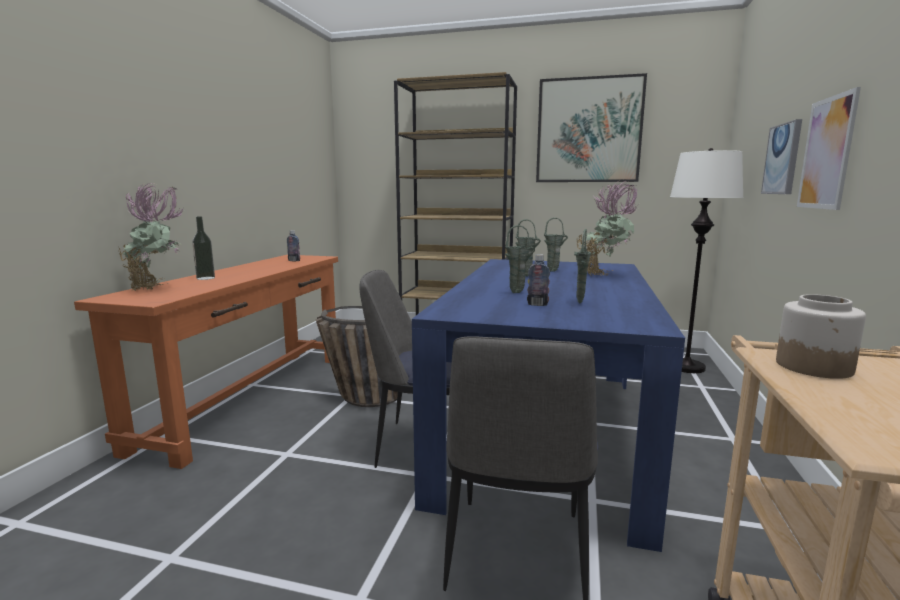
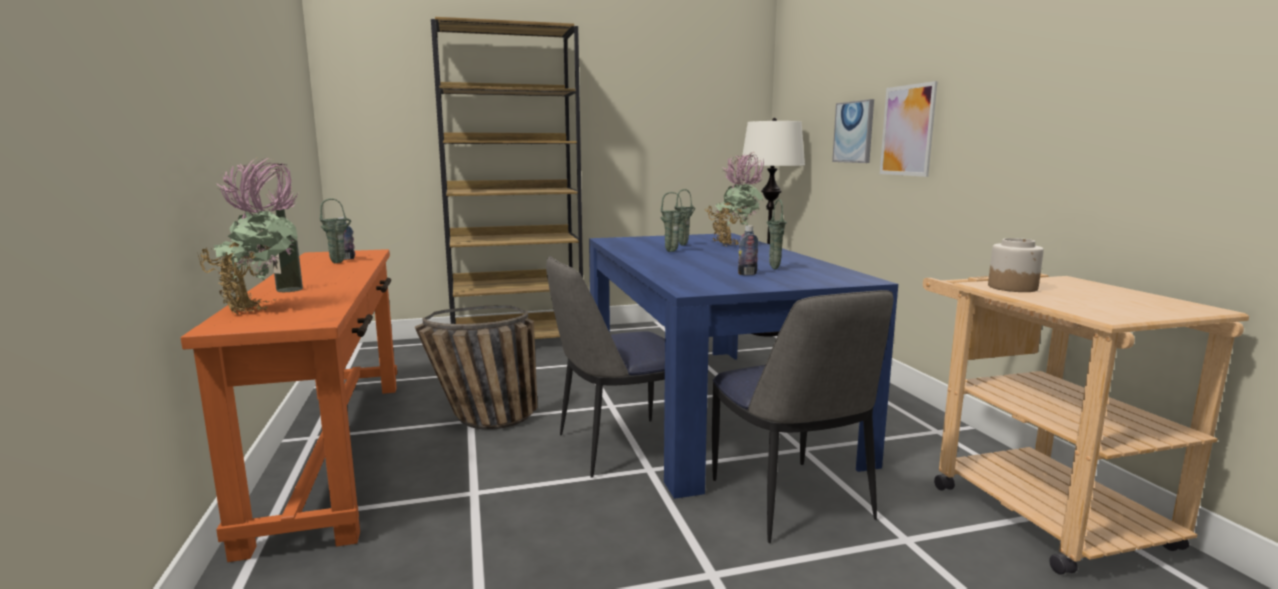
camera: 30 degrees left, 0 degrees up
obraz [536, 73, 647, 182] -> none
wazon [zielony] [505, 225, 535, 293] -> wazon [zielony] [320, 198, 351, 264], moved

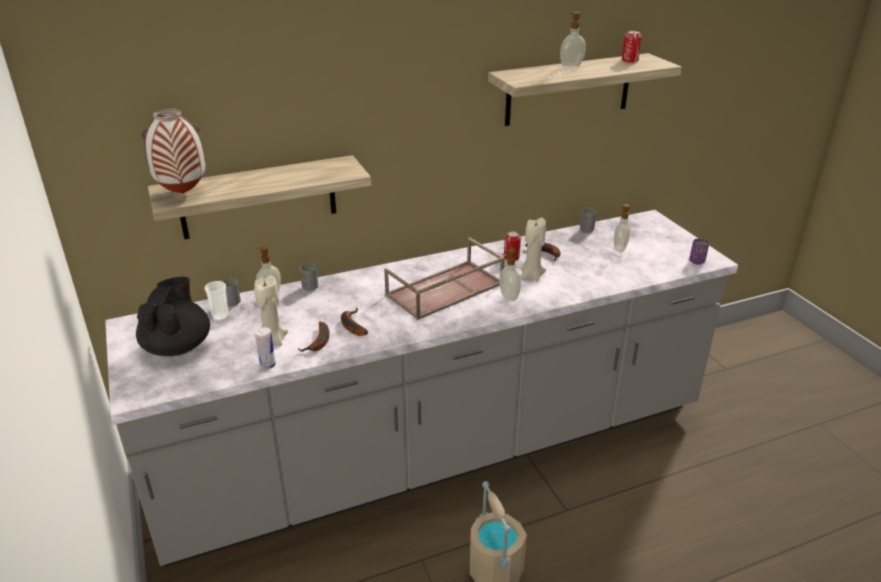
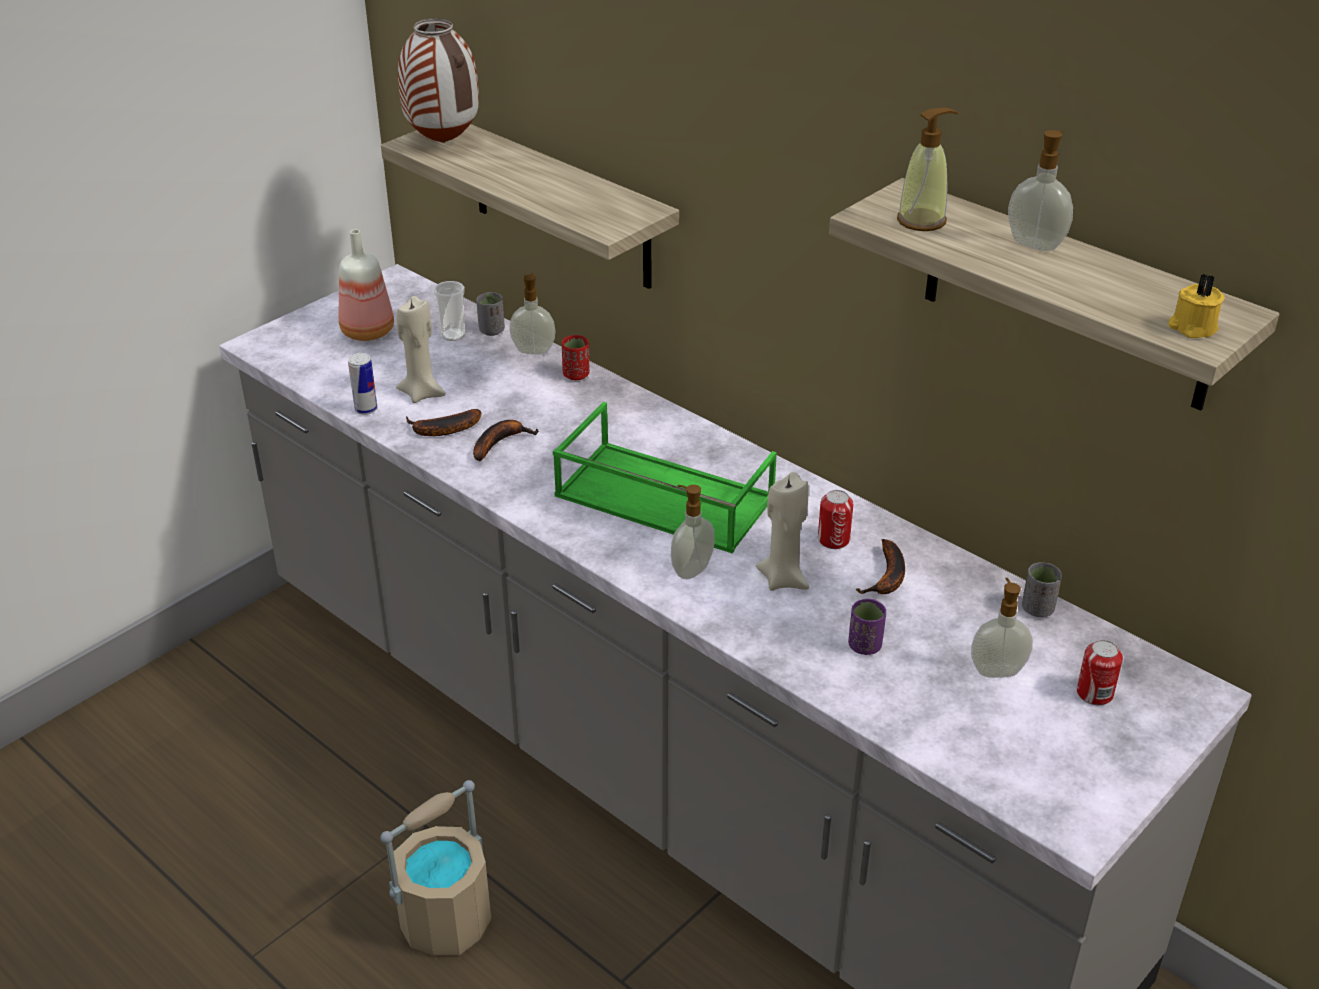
camera: 65 degrees right, 5 degrees up
puszka [622, 31, 642, 63] -> puszka [1077, 640, 1123, 705], moved
taca [brązowy] [384, 237, 505, 320] -> taca [zielony] [553, 402, 777, 553]
filiżanka [fioletowy] [689, 238, 709, 265] -> filiżanka [fioletowy] [848, 599, 886, 655], moved
filiżanka [szary] [300, 263, 318, 291] -> filiżanka [czerwony] [562, 335, 589, 380]
imbryk [czarny] [136, 277, 210, 357] -> butelka [339, 229, 394, 341]
none -> dozownik mydła [897, 108, 958, 231]
none -> świeca [żółty] [1168, 273, 1225, 338]

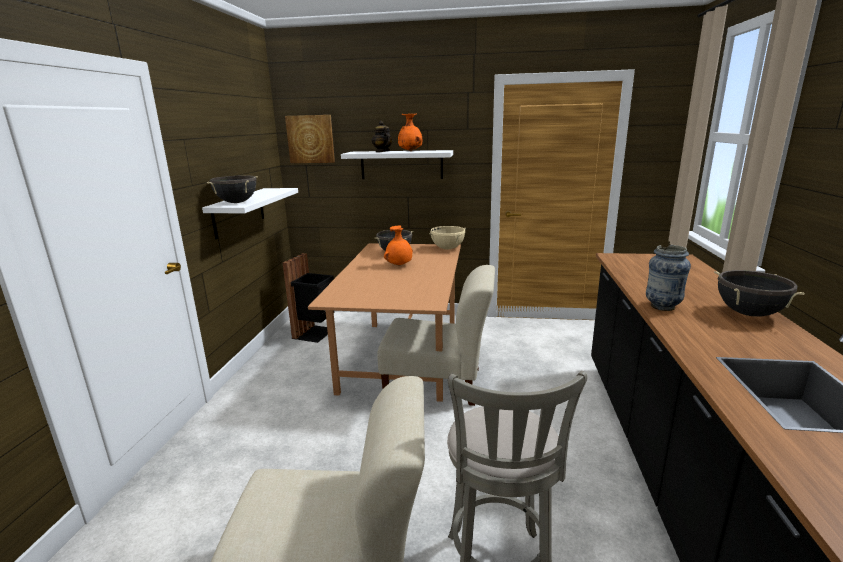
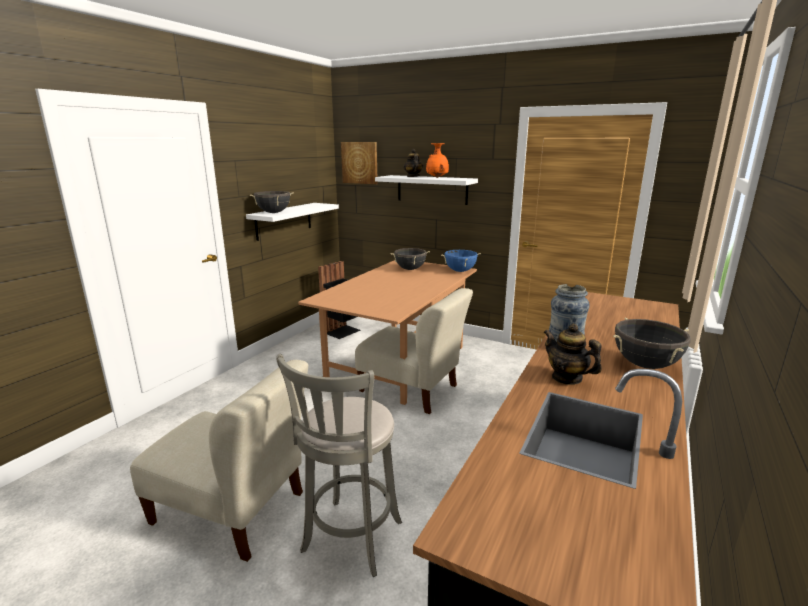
camera: 20 degrees right, 0 degrees up
wazon [pomarańczowy] [384, 226, 413, 266] -> none
garnek [beżowy] [429, 226, 466, 249] -> garnek [niebieski] [441, 249, 481, 272]
none -> imbryk [543, 324, 602, 385]

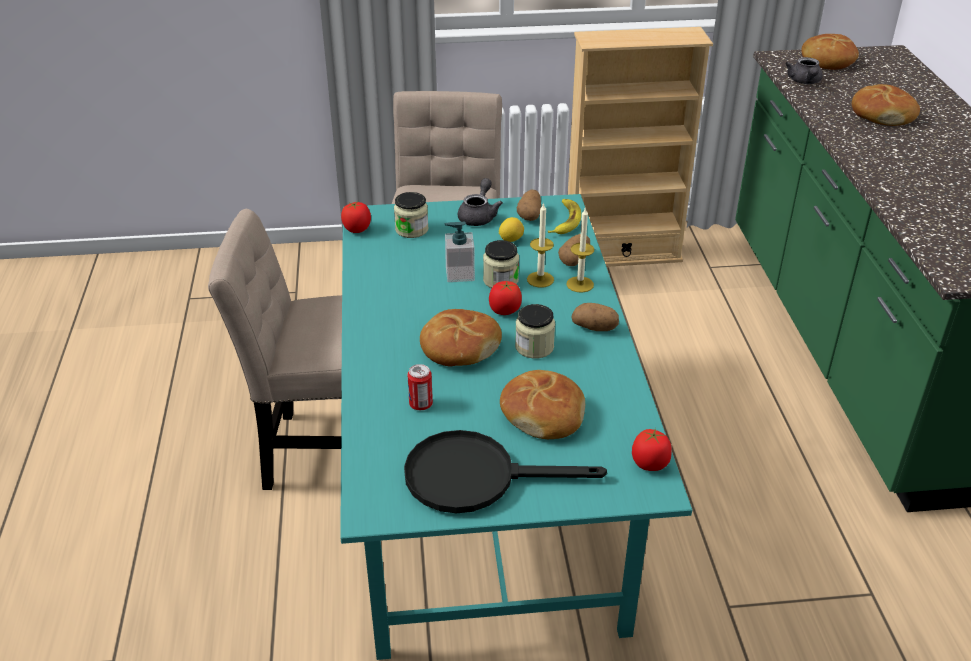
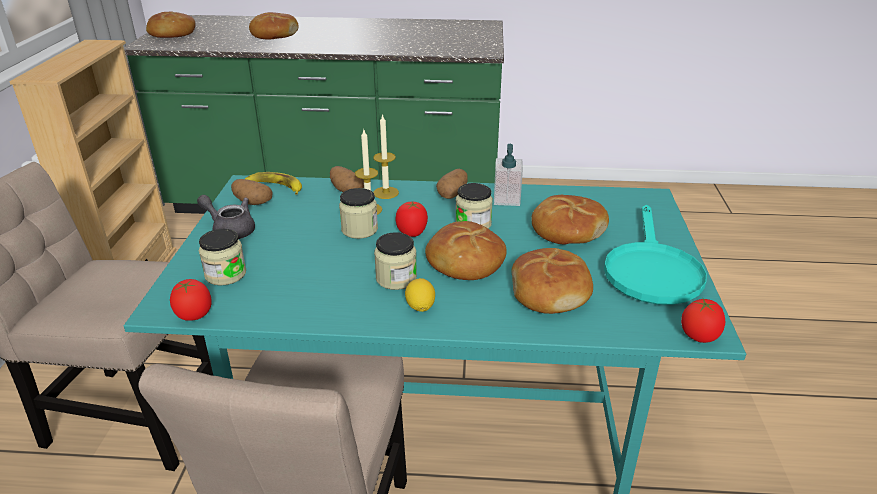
camera: 80 degrees left, 5 degrees down
imbryk [szary] [785, 57, 822, 84] -> none
cytryna [499, 217, 524, 242] -> cytryna [405, 278, 435, 312], moved
dozownik mydła [445, 221, 475, 282] -> dozownik mydła [494, 144, 523, 206], moved
puszka [407, 364, 433, 410] -> chleb [511, 248, 593, 314]
pomidor [632, 428, 672, 471] -> pomidor [681, 299, 725, 343], moved
patelnia [czarny] [404, 430, 607, 514] -> patelnia [turkusowy] [604, 205, 707, 305]
none -> słoik [374, 232, 417, 290]

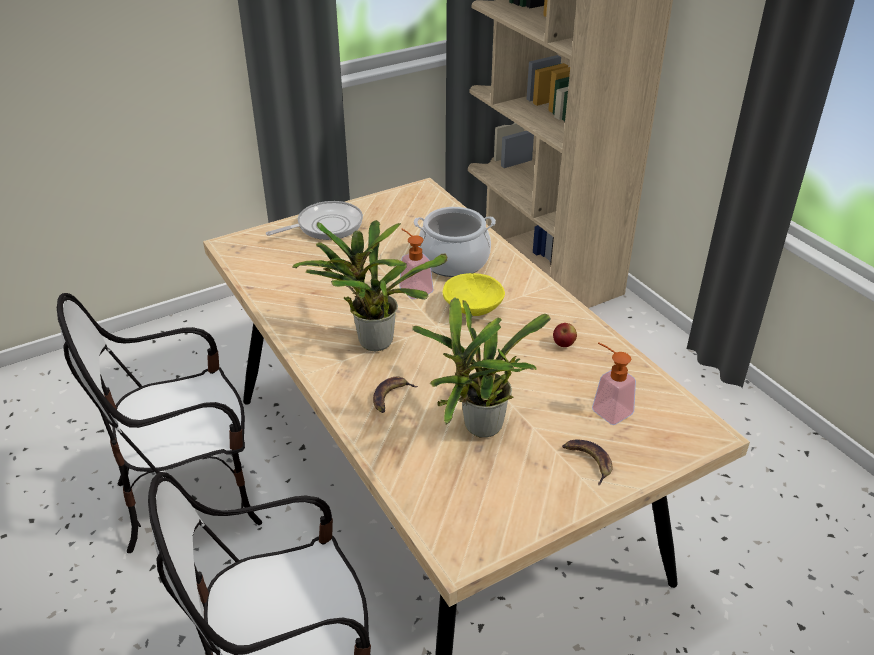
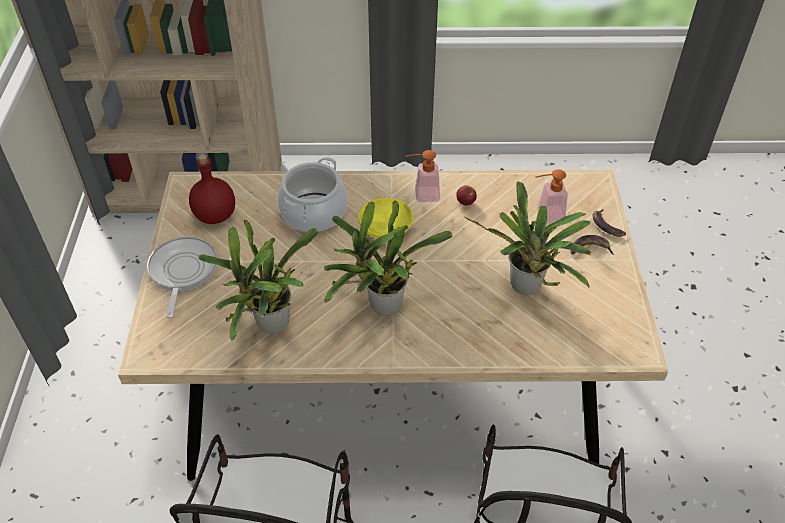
camera: 60 degrees left, 10 degrees up
dozownik mydła [399, 229, 433, 299] -> dozownik mydła [406, 150, 440, 202], moved
banan [373, 377, 418, 413] -> banan [593, 208, 626, 237], moved
none -> butelka [czerwony] [189, 154, 235, 224]
none -> roślina doniczkowa [198, 220, 318, 340]

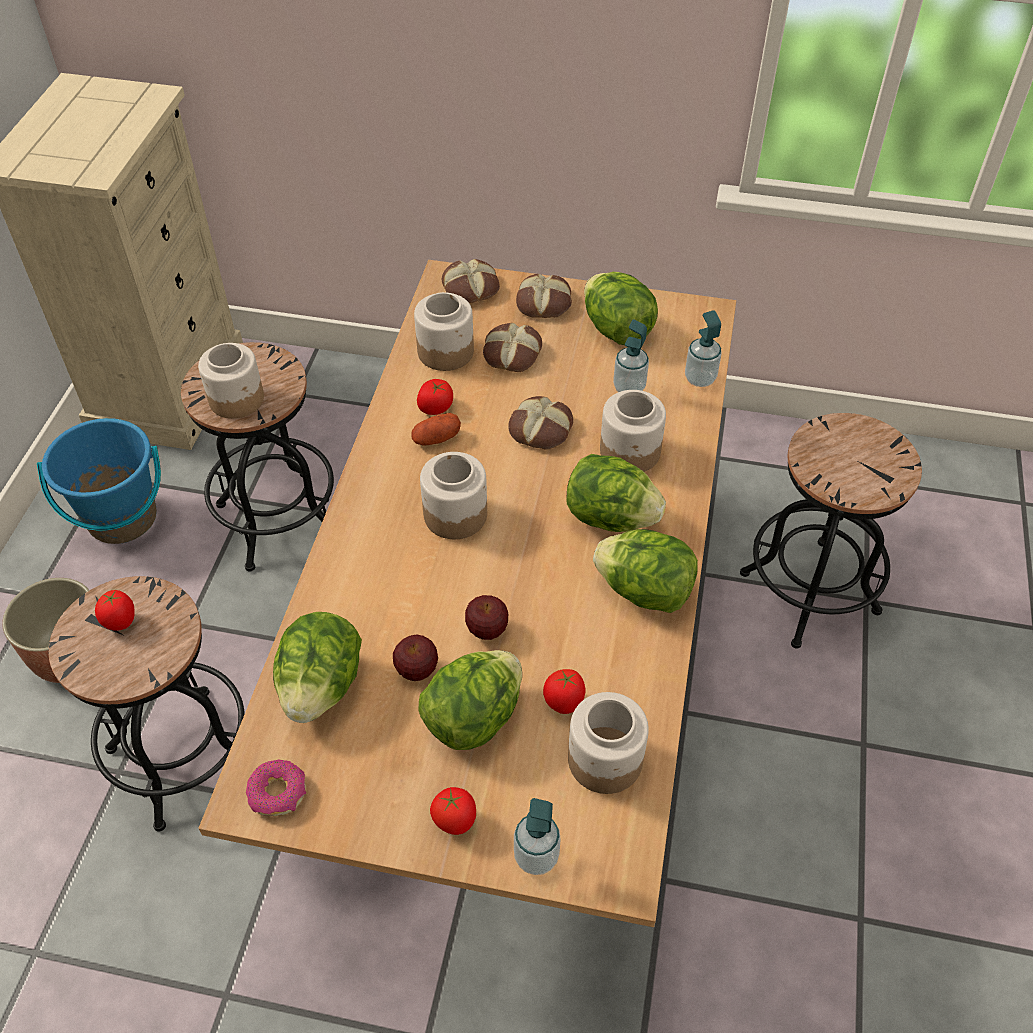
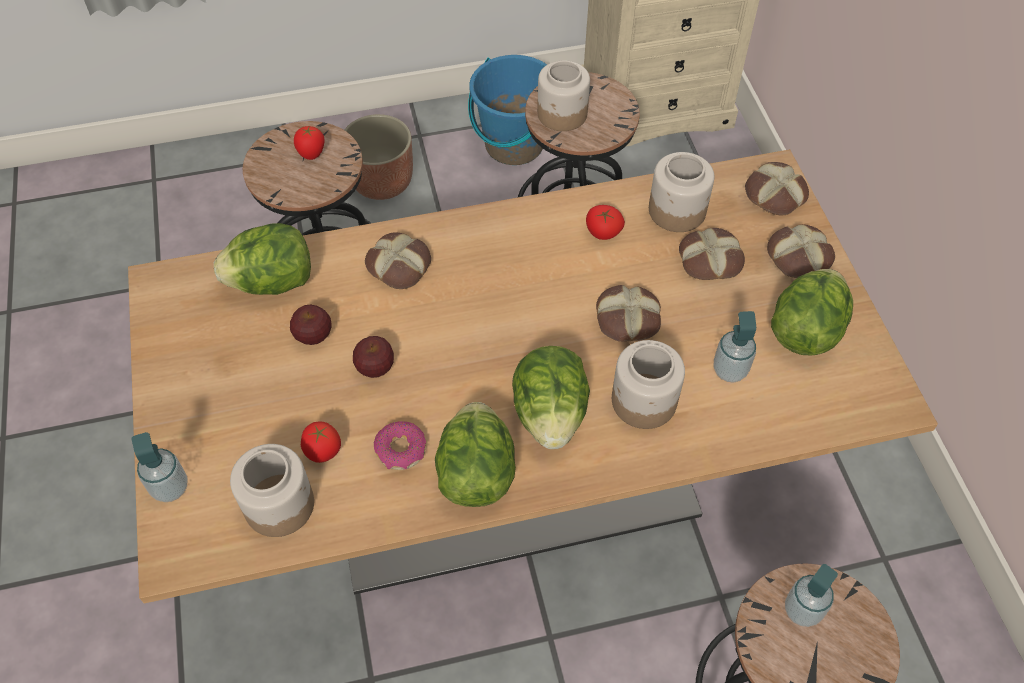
camera: 65 degrees right, 5 degrees up
dozownik mydła [685, 310, 722, 387] -> dozownik mydła [785, 564, 838, 627], moved
ziemniak [411, 413, 461, 446] -> none
słoik [420, 452, 487, 539] -> none
sałata [418, 650, 522, 750] -> none
donut [246, 759, 306, 816] -> donut [374, 421, 426, 470], moved
pomidor [430, 787, 476, 835] -> none
none -> chleb [365, 232, 431, 289]

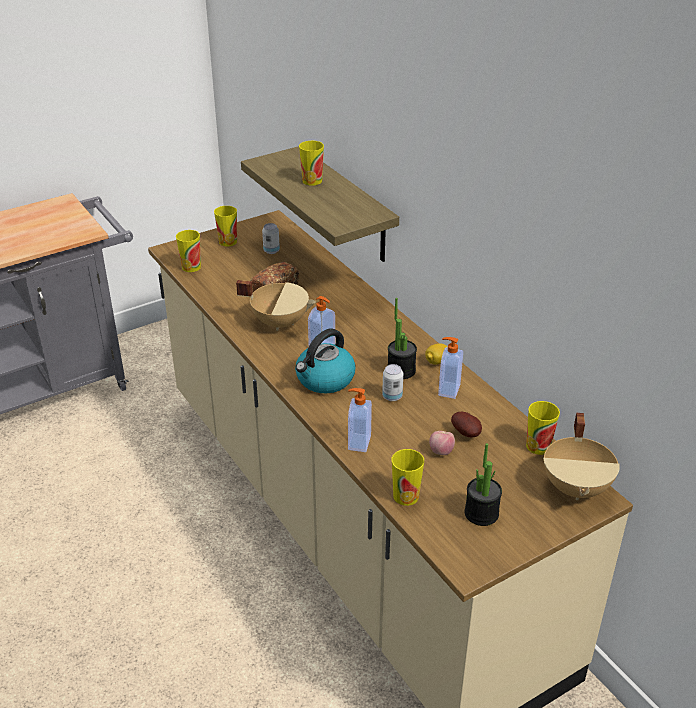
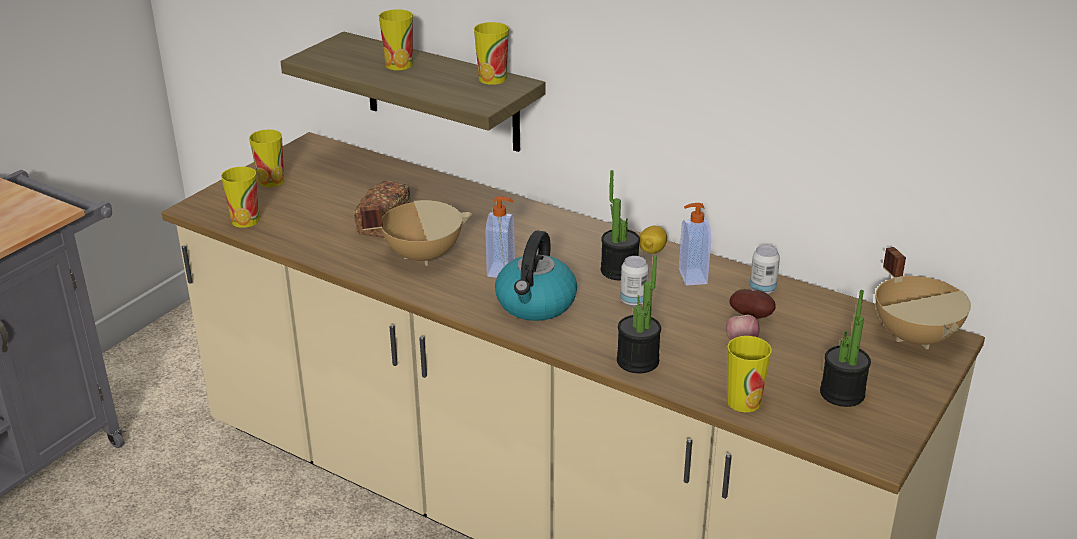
camera: 25 degrees left, 5 degrees down
puszka [262, 223, 280, 254] -> puszka [750, 245, 780, 294], moved
dozownik mydła [348, 388, 372, 452] -> roślina doniczkowa [617, 255, 661, 373]
filiżanka [526, 401, 560, 455] -> filiżanka [474, 22, 509, 85], moved

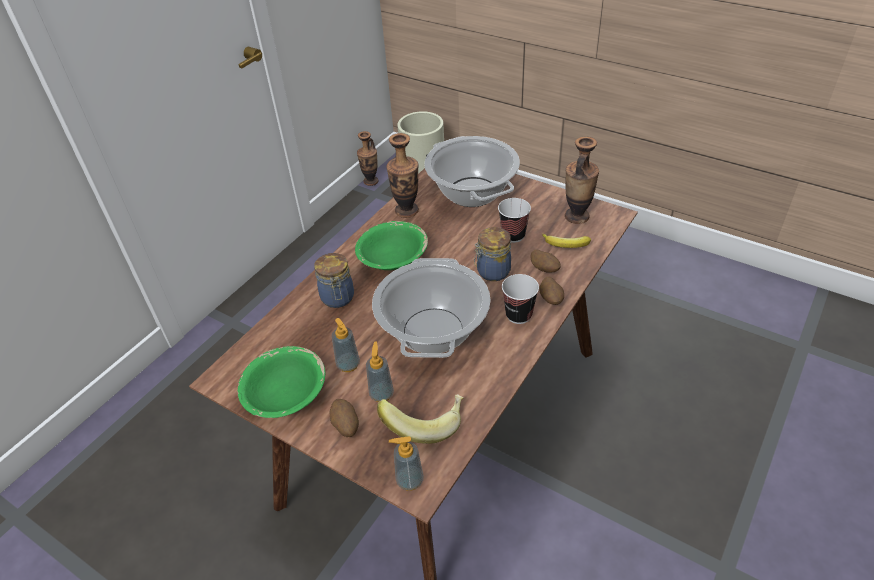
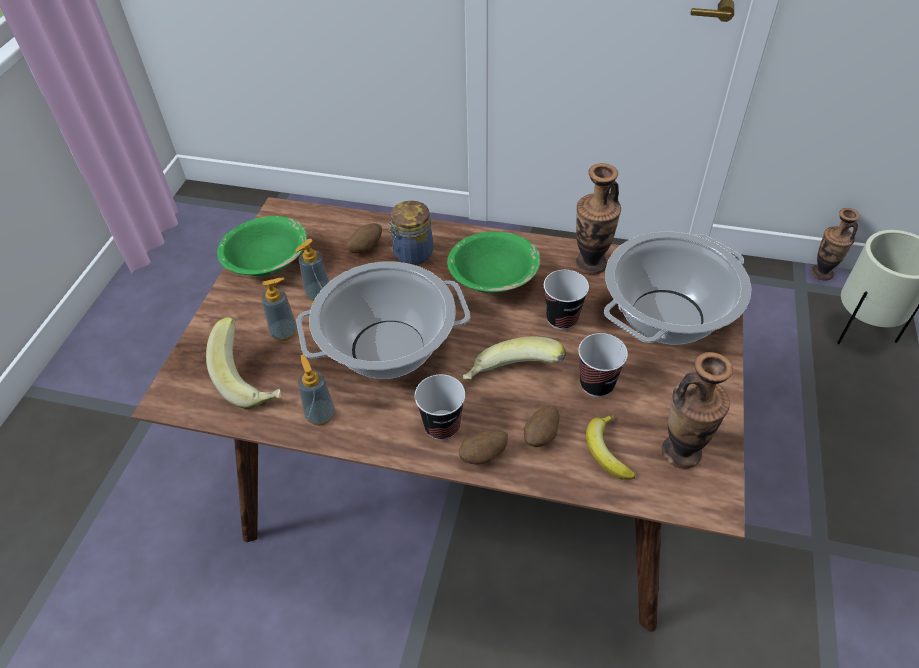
camera: 70 degrees right, 5 degrees up
słoik [474, 227, 511, 281] -> banan [462, 337, 566, 380]
ziemniak [329, 399, 359, 437] -> ziemniak [346, 223, 382, 253], moved
dozownik mydła [389, 436, 424, 491] -> dozownik mydła [298, 355, 335, 426], moved
none -> filiżanka [544, 270, 589, 330]

